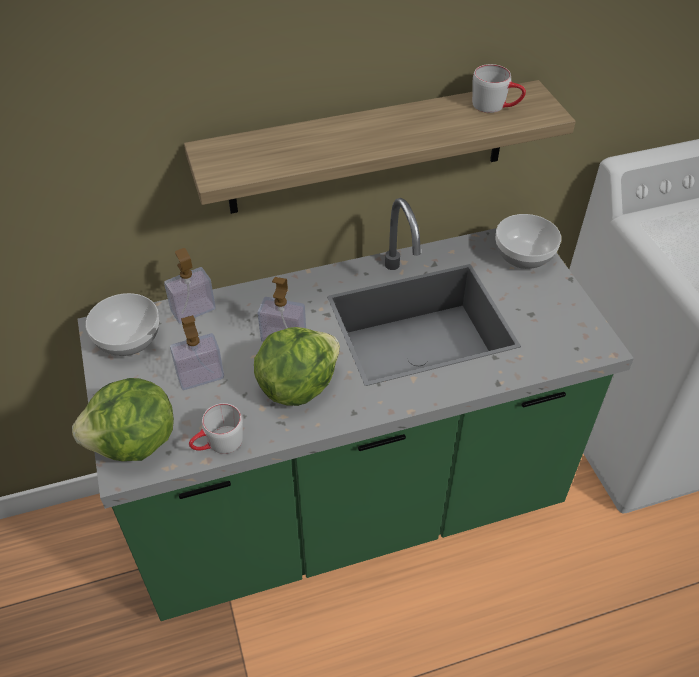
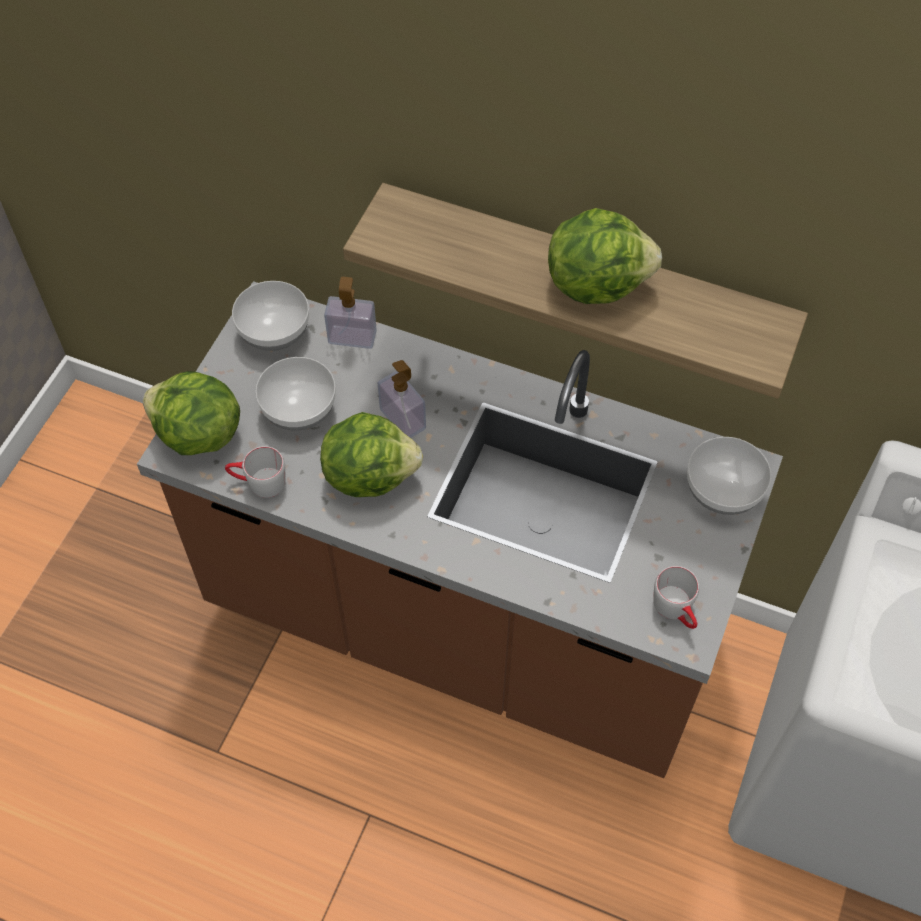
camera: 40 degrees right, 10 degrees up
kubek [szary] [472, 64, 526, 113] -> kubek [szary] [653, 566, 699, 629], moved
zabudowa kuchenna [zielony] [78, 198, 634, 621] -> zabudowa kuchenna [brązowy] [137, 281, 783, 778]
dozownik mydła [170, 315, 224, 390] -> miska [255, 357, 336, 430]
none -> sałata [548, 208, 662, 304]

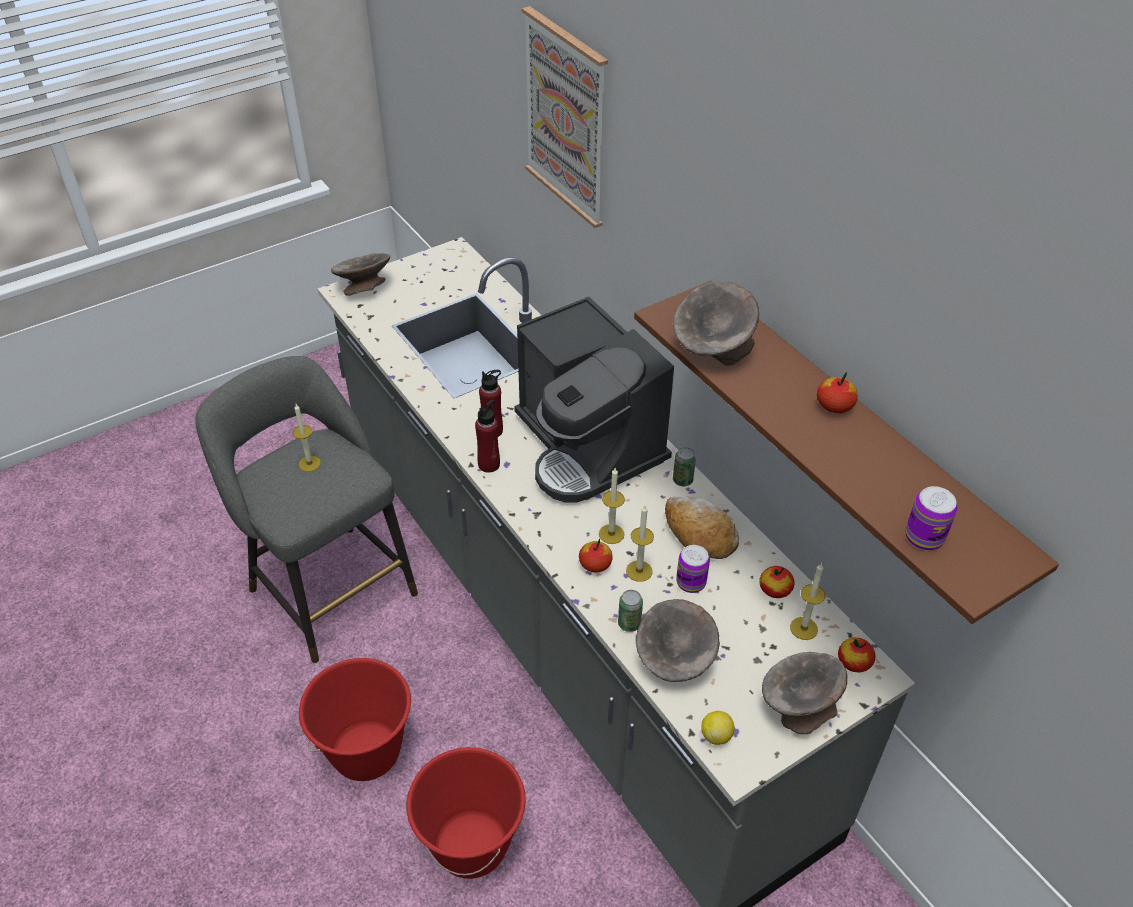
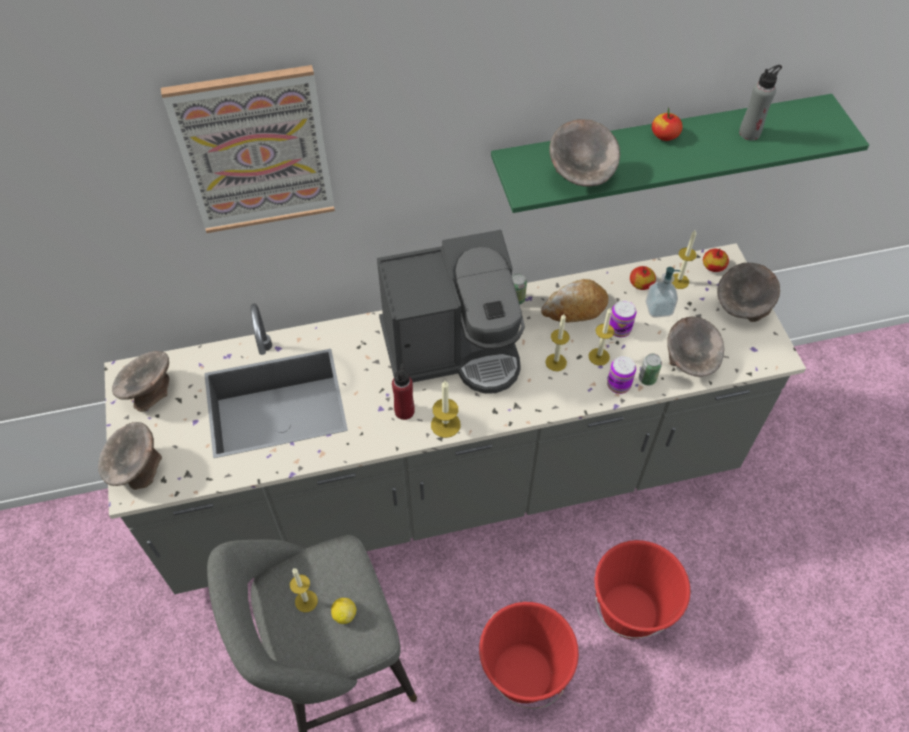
camera: 70 degrees left, 10 degrees up
półka [brązowy] [634, 281, 1059, 624] -> półka [zielony] [491, 94, 869, 213]
butelka [czerwony] [475, 400, 500, 473] -> świeca [431, 381, 461, 438]
puszka [905, 486, 957, 551] -> puszka [607, 356, 636, 394], moved
jabłko [579, 539, 613, 572] -> none
cytryna [701, 711, 735, 745] -> cytryna [331, 598, 356, 624], moved
none -> butelka [szary] [739, 65, 782, 141]
none -> dozownik mydła [646, 267, 680, 318]
none -> miska [szary] [112, 351, 170, 412]

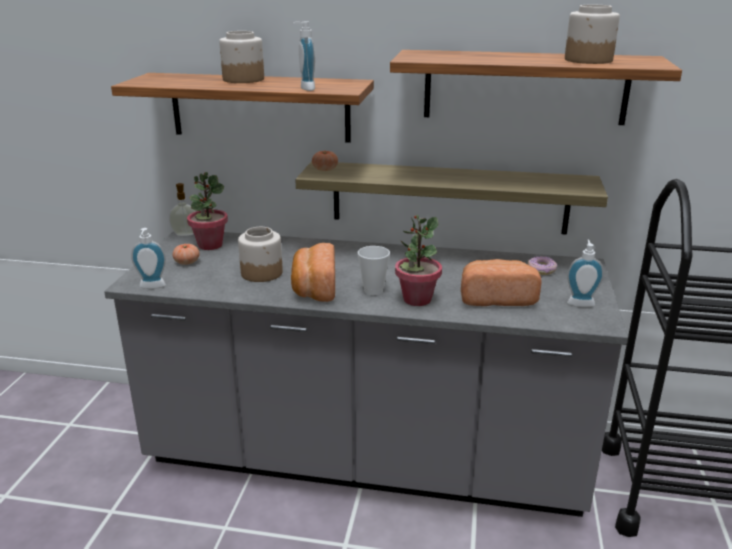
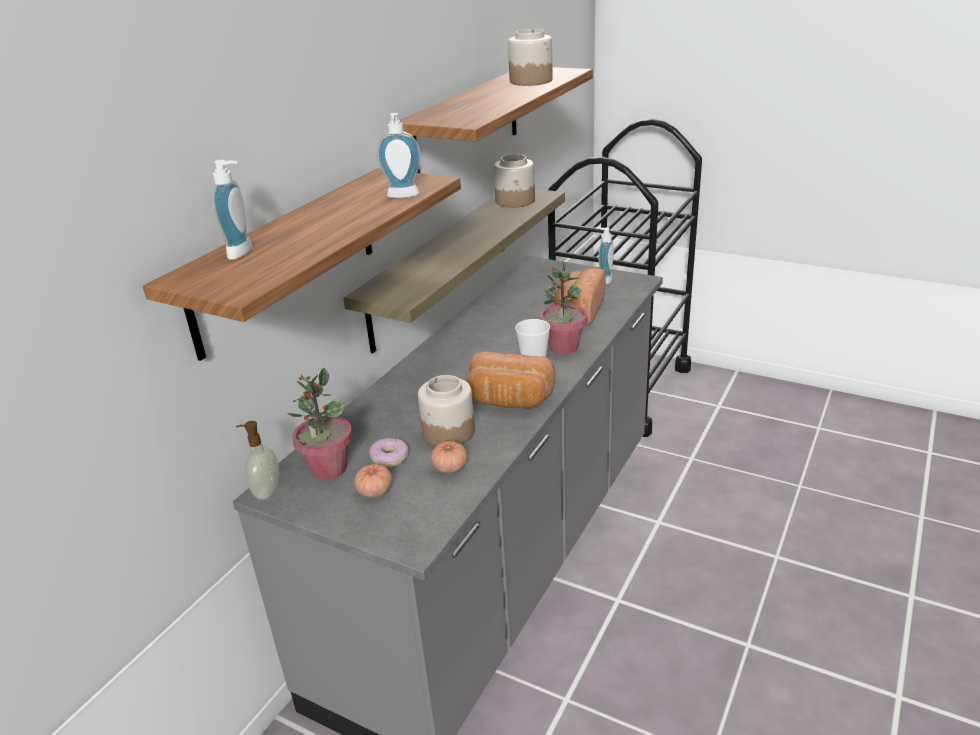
camera: 70 degrees left, 5 degrees up
słoik [219, 31, 264, 83] -> słoik [493, 154, 535, 208], moved
pomidor [312, 151, 338, 171] -> pomidor [431, 441, 468, 473], moved
dozownik mydła [131, 228, 166, 289] -> dozownik mydła [213, 160, 252, 260], moved
donut [528, 256, 557, 275] -> donut [369, 438, 409, 467], moved

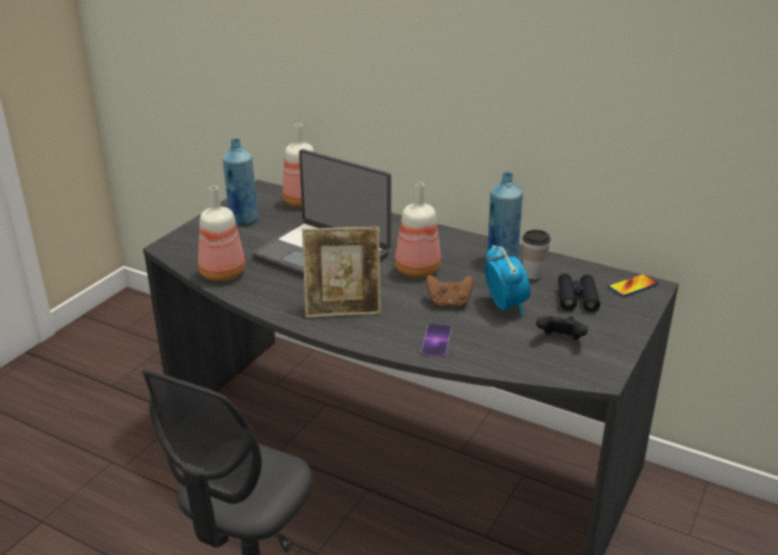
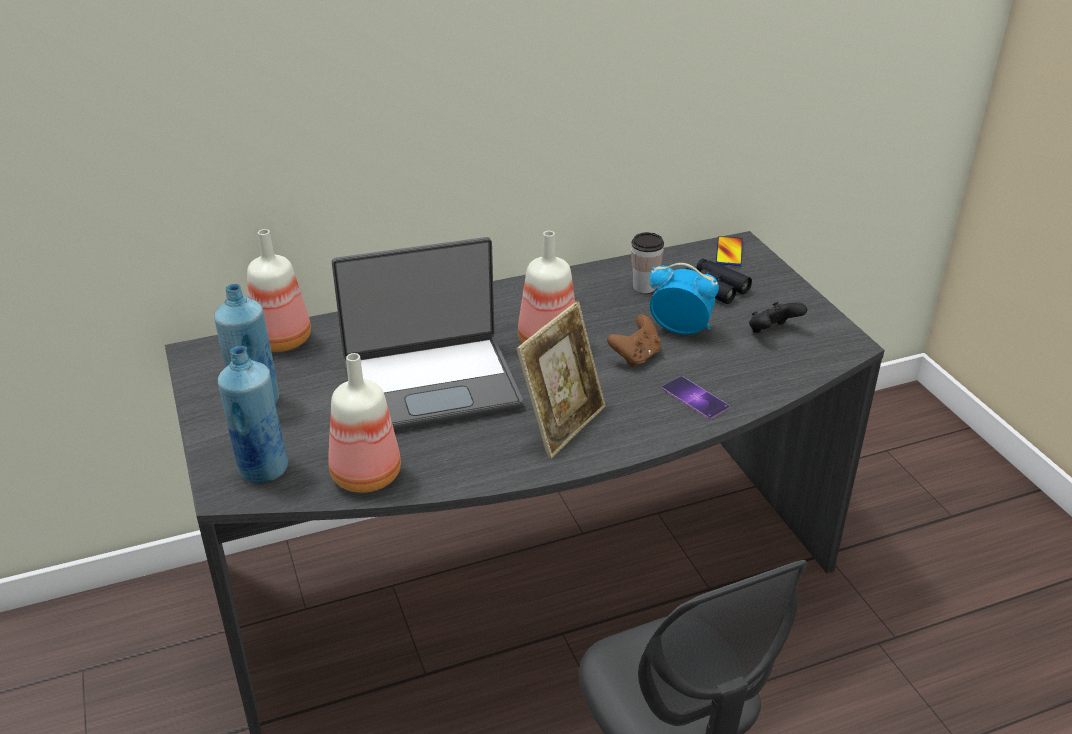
camera: 50 degrees left, 5 degrees up
butelka [niebieski] [487, 172, 523, 261] -> butelka [niebieski] [218, 346, 288, 483], moved

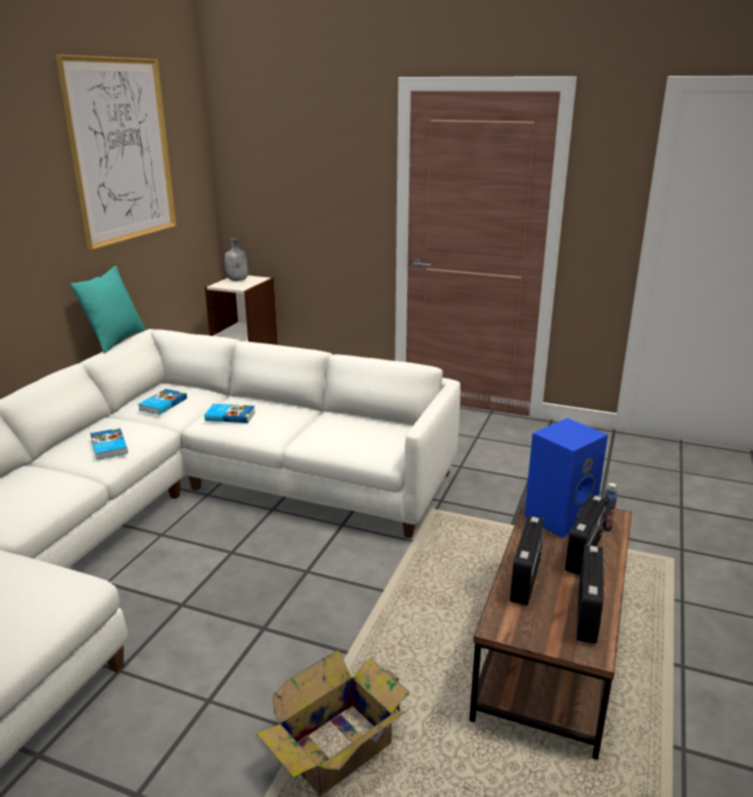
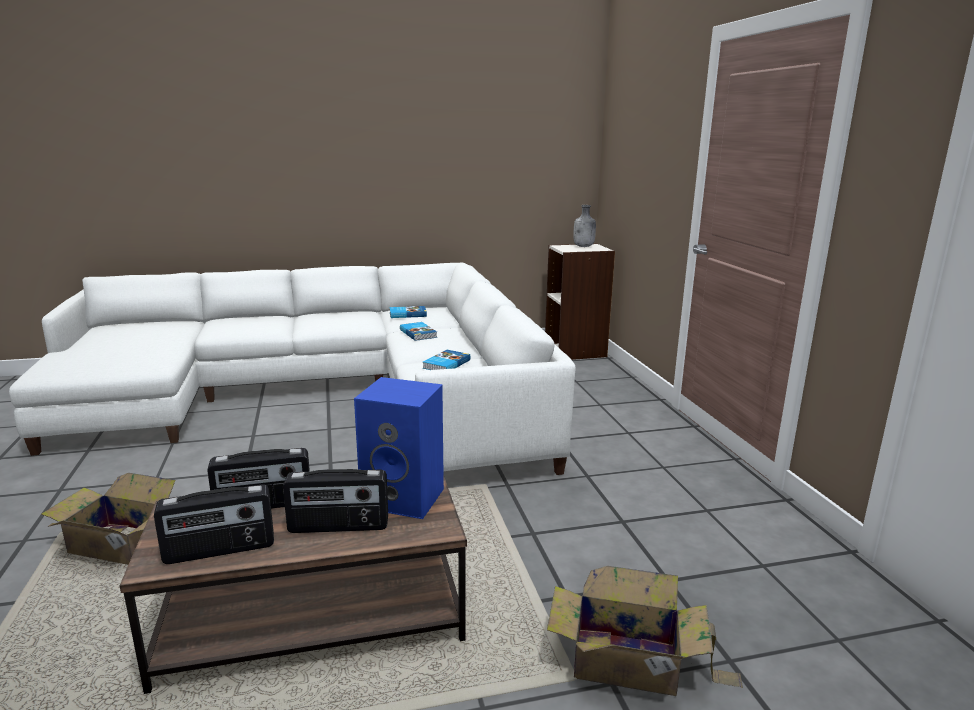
camera: 55 degrees right, 5 degrees down
obraz [56, 55, 176, 250] -> none
poduszka [turkusowy] [71, 266, 145, 353] -> none
książka [90, 428, 128, 460] -> książka [423, 350, 471, 370], moved
butelka [603, 483, 618, 531] -> none
none -> karton [547, 566, 743, 696]

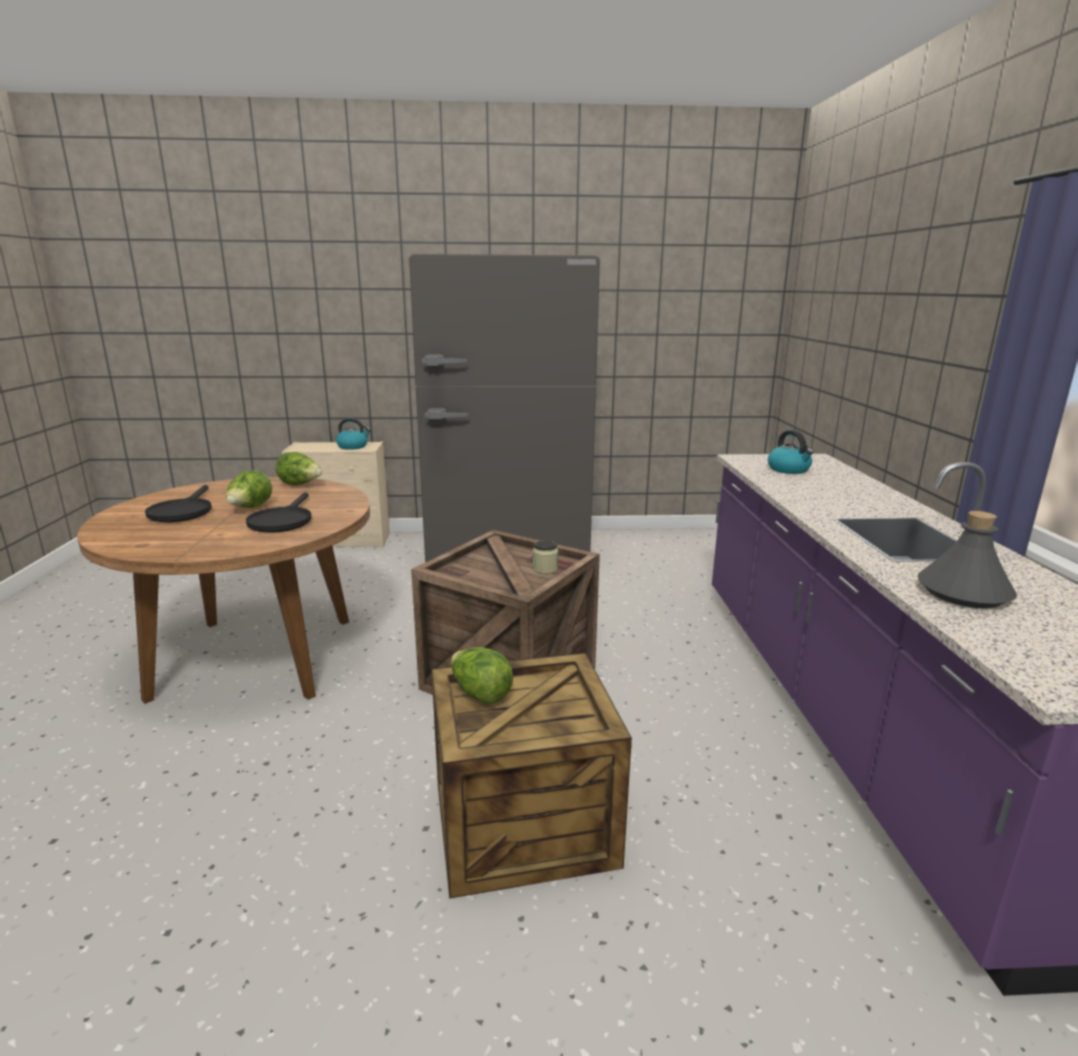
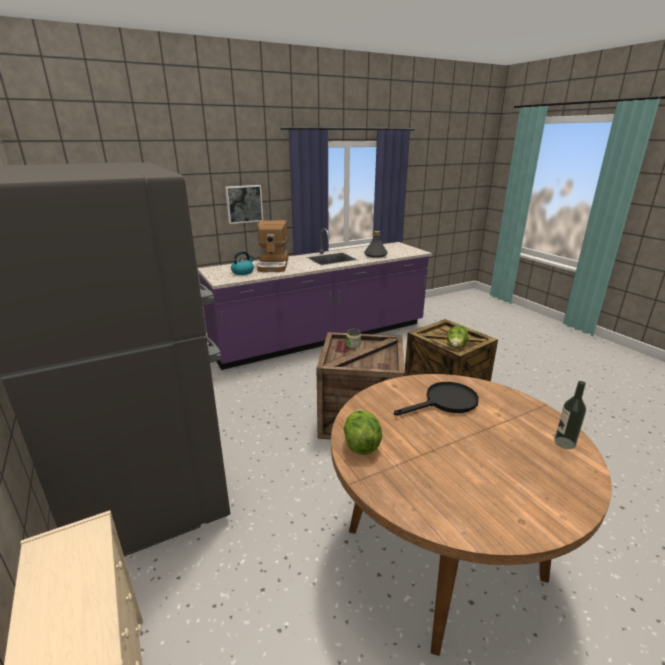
camera: 115 degrees left, 5 degrees up
czajnik [336, 418, 371, 450] -> none
sałata [226, 470, 272, 508] -> none
patelnia [czarny] [145, 485, 212, 522] -> none
none -> obraz [225, 185, 263, 224]
none -> ekspres do kawy [257, 220, 288, 272]
none -> butelka [555, 381, 586, 449]

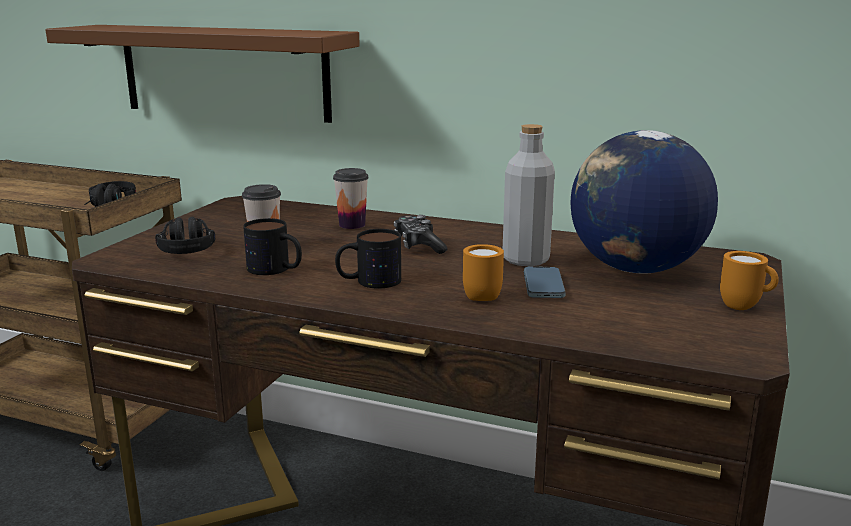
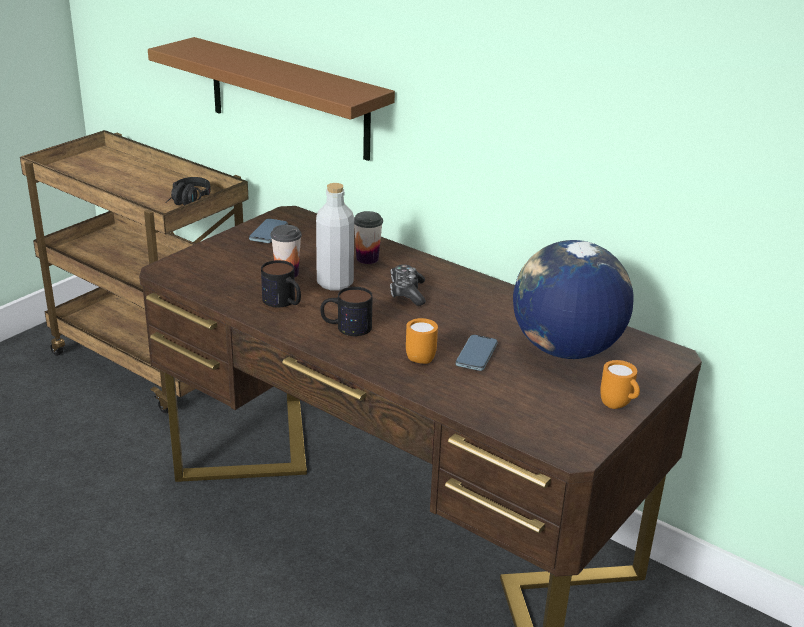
camera: 15 degrees right, 10 degrees up
butelka [szary] [503, 124, 555, 266] -> butelka [szary] [316, 183, 354, 291], moved
słuchawki [czarny] [155, 217, 215, 254] -> none
none -> telefon [249, 219, 288, 243]

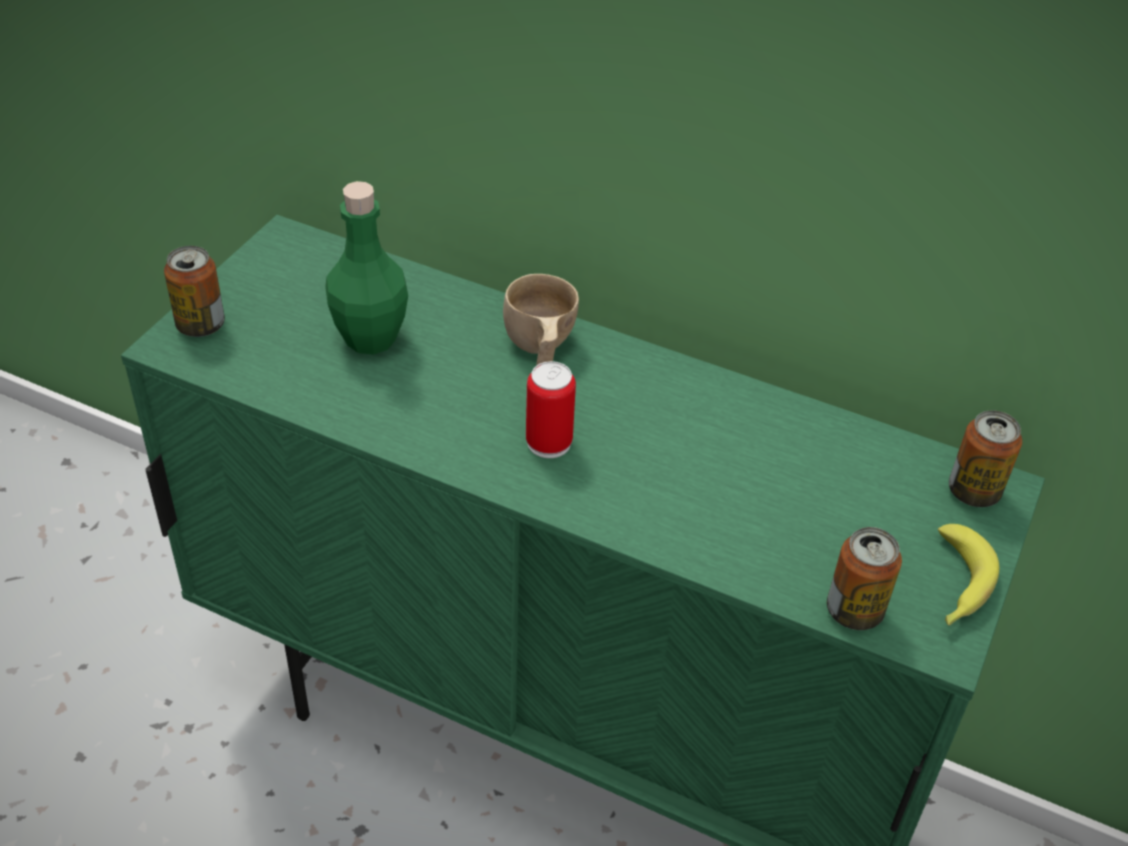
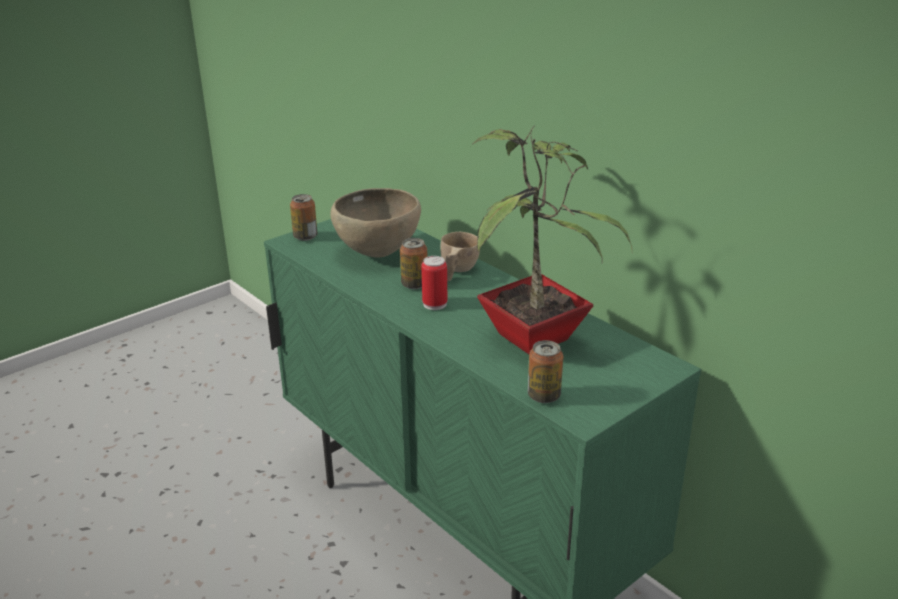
camera: 25 degrees right, 15 degrees down
butelka [zielony] [325, 181, 408, 355] -> miska [brązowy] [330, 188, 421, 257]
puszka [949, 410, 1022, 507] -> puszka [400, 238, 428, 289], moved
banan [938, 524, 1000, 625] -> none
none -> roślina doniczkowa [471, 126, 632, 354]

